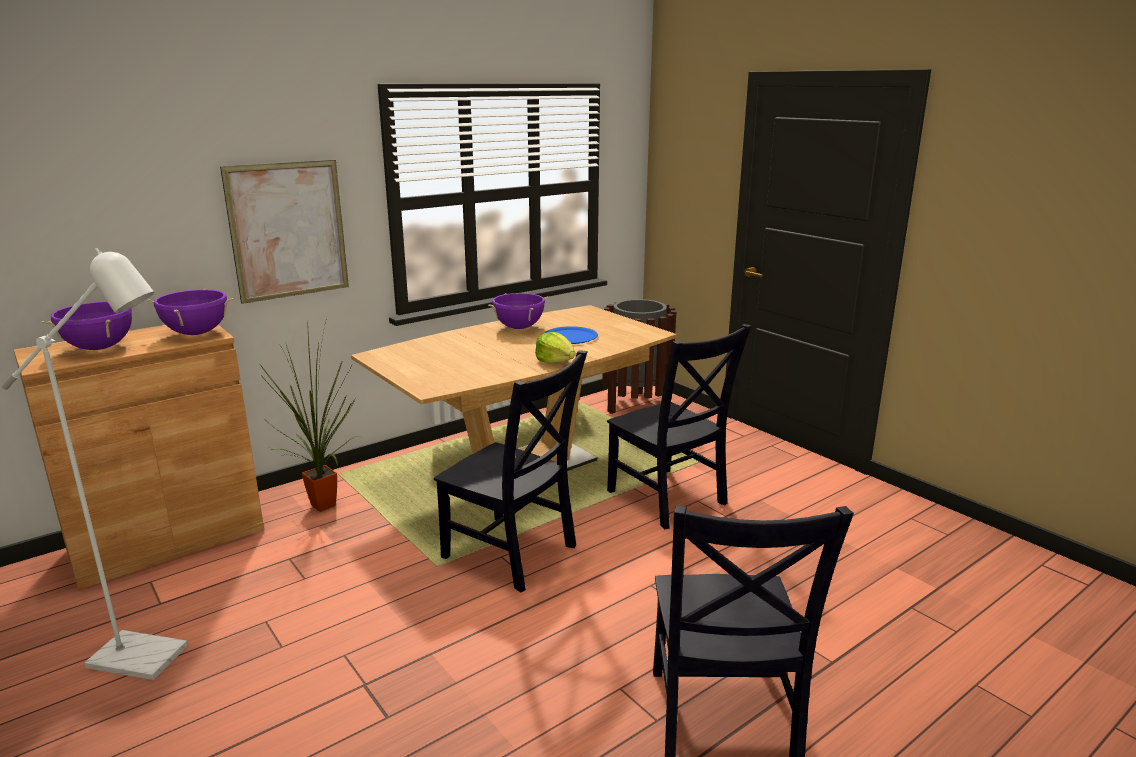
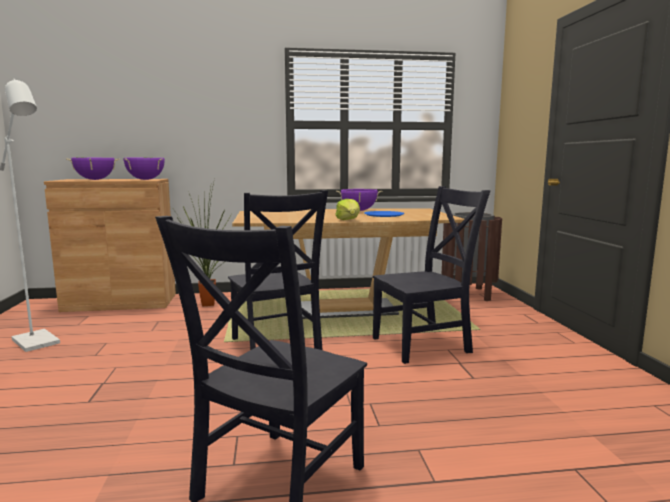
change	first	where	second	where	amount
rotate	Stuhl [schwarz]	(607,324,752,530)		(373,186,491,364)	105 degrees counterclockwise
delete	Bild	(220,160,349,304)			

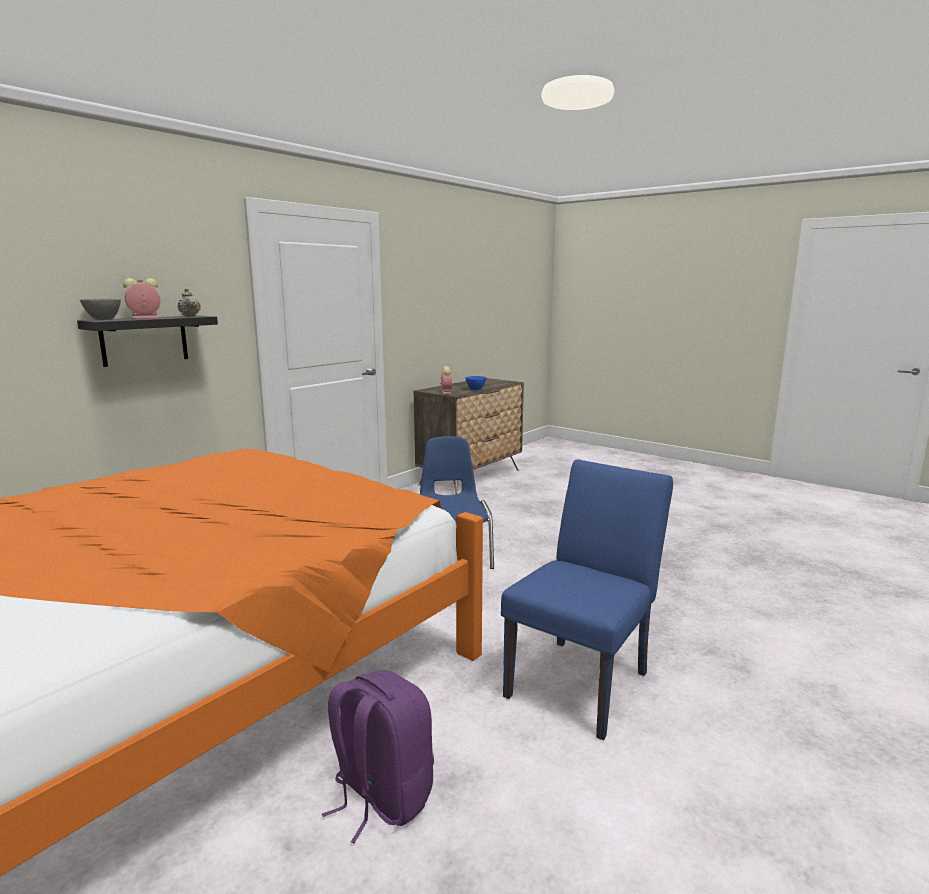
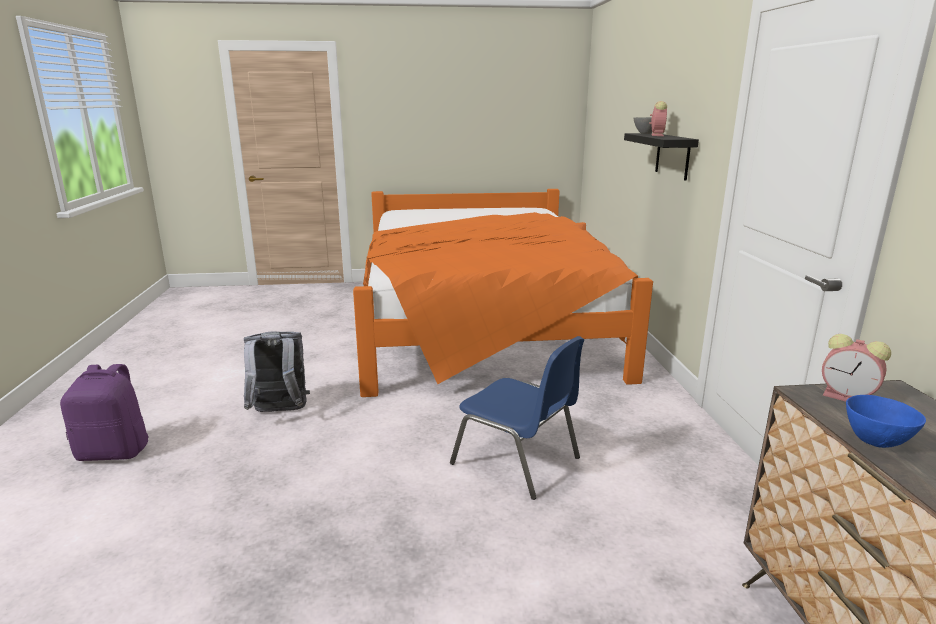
change	first	where	second	where	amount
move	Rucksack [lila]	(322,670,434,843)		(60,364,149,461)	
replace	Stuhl [blau]	(501,459,673,740)	Rucksack [grau]	(244,331,310,412)	
delete	Teekanne [beige]	(177,288,201,316)			

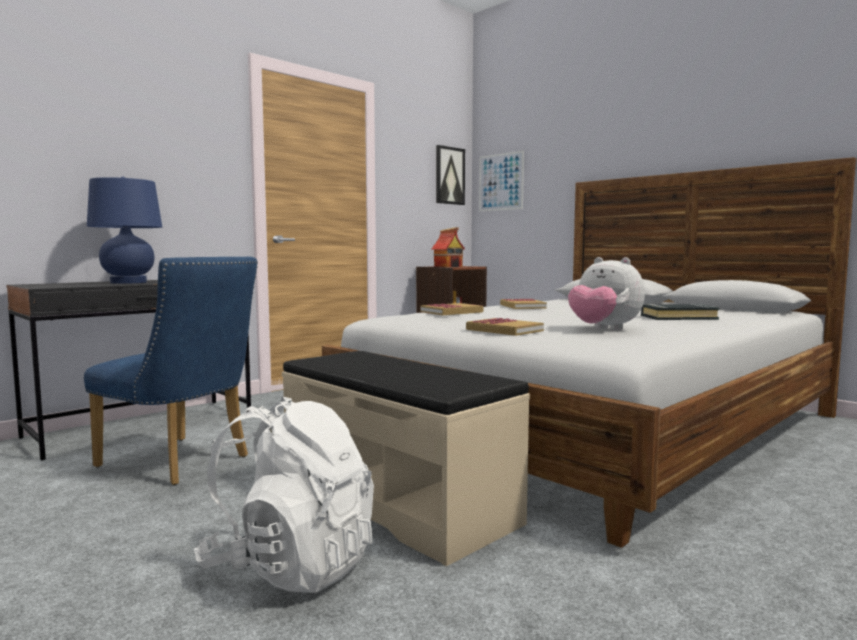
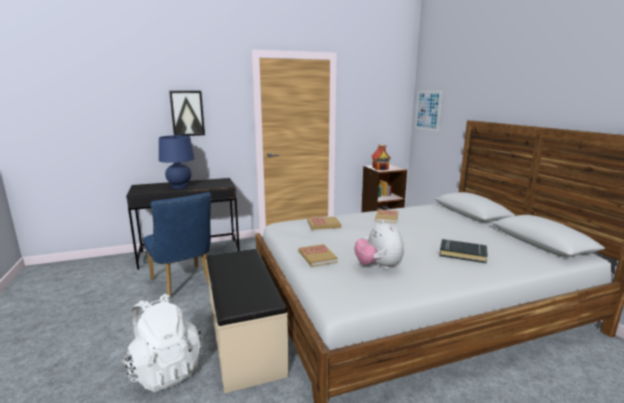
change	first	where	second	where	amount
move	Bild	(436,145,465,205)		(169,91,205,136)	

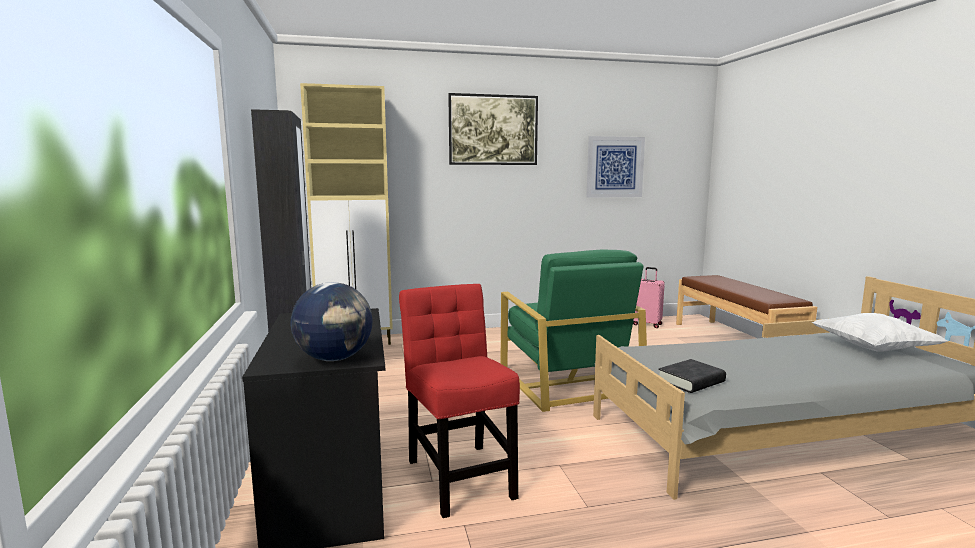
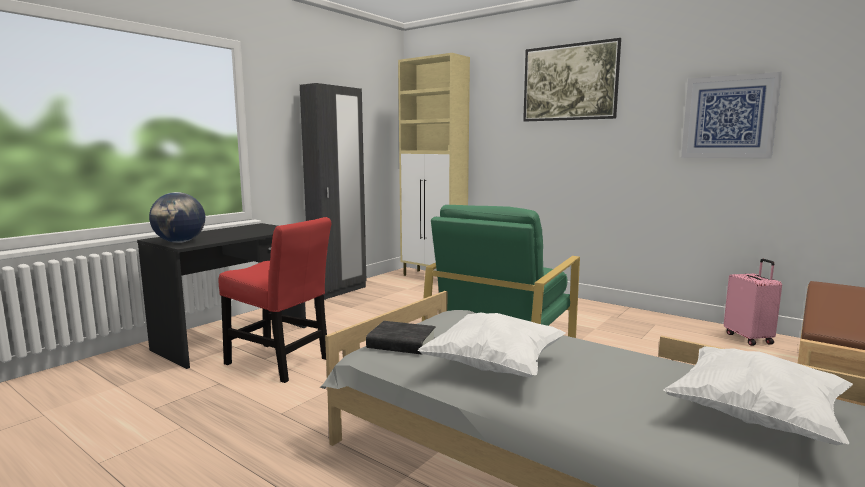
change	first	where	second	where	amount
rotate	Stuhl [rot]	(399,284,520,518)		(219,217,331,383)	90 degrees clockwise
insert			Kissen [weiß]	(418,312,566,378)	

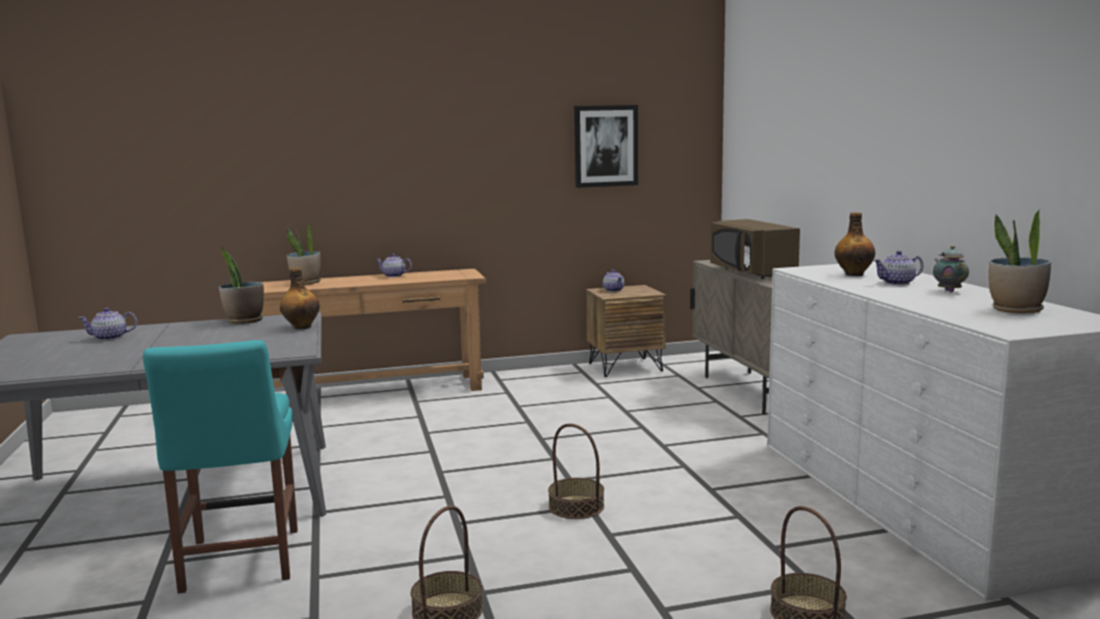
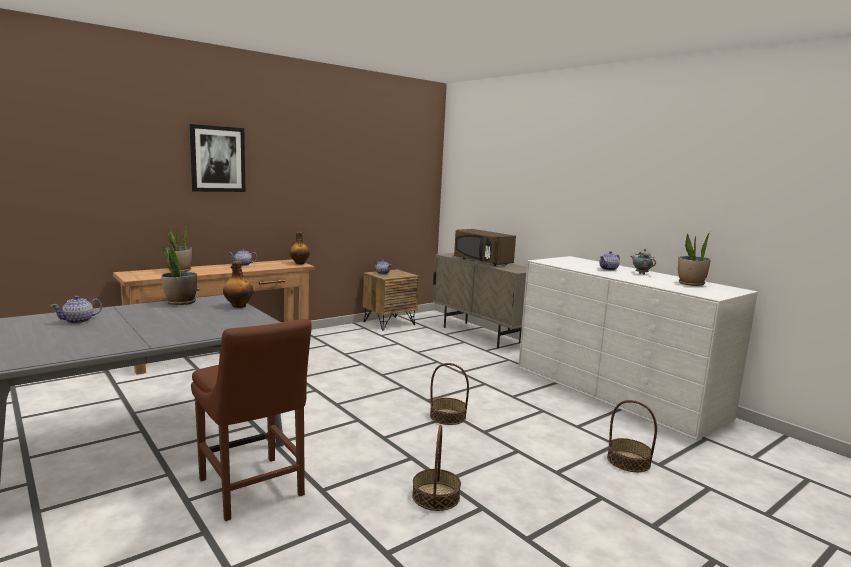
change	first	where	second	where	amount
move	Bild	(574,105,638,188)		(190,124,246,192)	
recolor	Stuhl [türkis]	(143,340,298,594)	Stuhl [braun]	(191,319,312,521)	
move	Flasche	(835,212,875,276)		(290,232,310,265)	

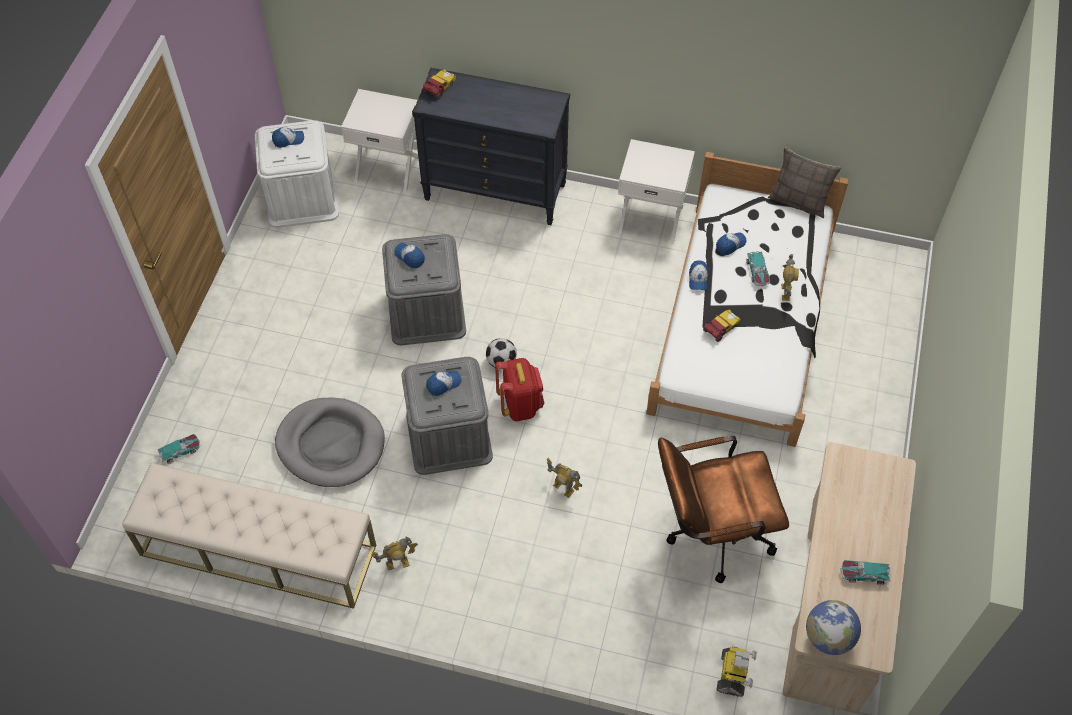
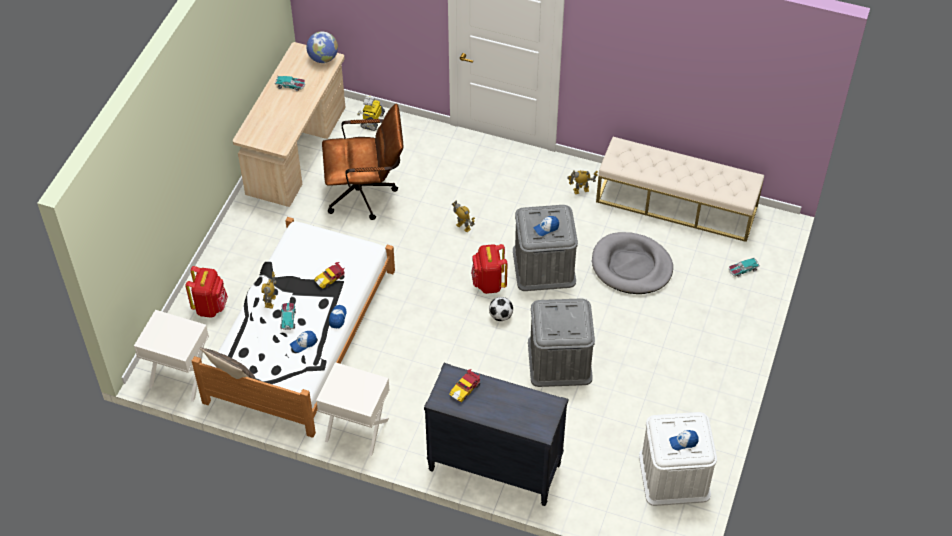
change	first	where	second	where	amount
move	Nachttisch [weiß]	(341,89,419,193)		(134,310,210,402)	
insert			Rucksack [rot]	(186,266,228,318)	
move	Spielzeugauto	(423,69,456,99)		(449,369,480,402)	
delete	Kappe	(394,243,425,268)			

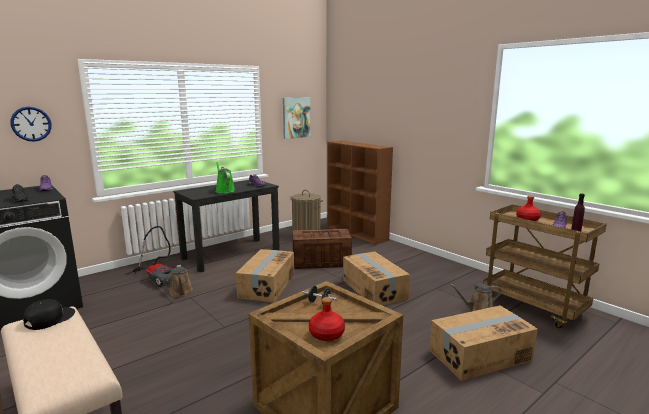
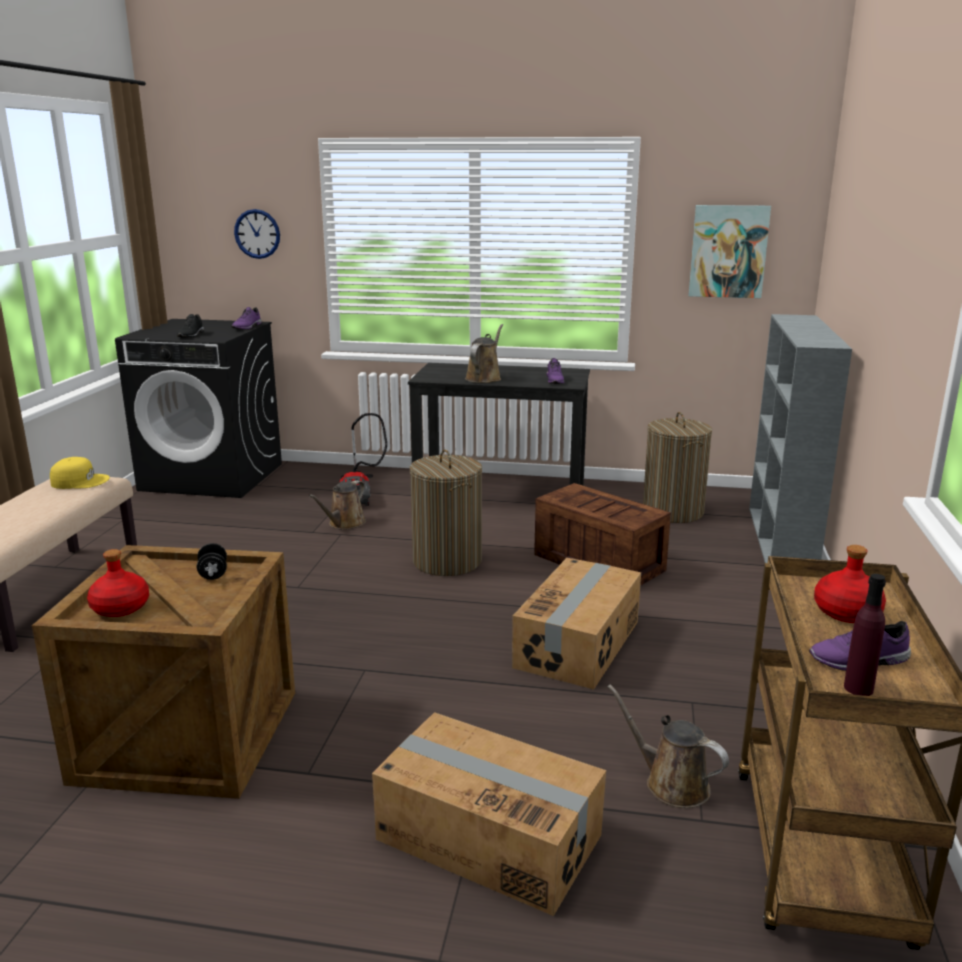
change	first	where	second	where	amount
recolor	Kappe [schwarz]	(23,299,75,330)	Kappe [gelb]	(50,457,110,489)	
replace	Karton	(236,249,294,302)	Wäschekorb	(410,450,482,576)	
recolor	Gießkanne [grün]	(215,162,235,193)	Gießkanne [braun]	(465,324,503,383)	
recolor	Bücherregal [braun]	(327,141,393,245)	Bücherregal [grau]	(749,314,852,563)	

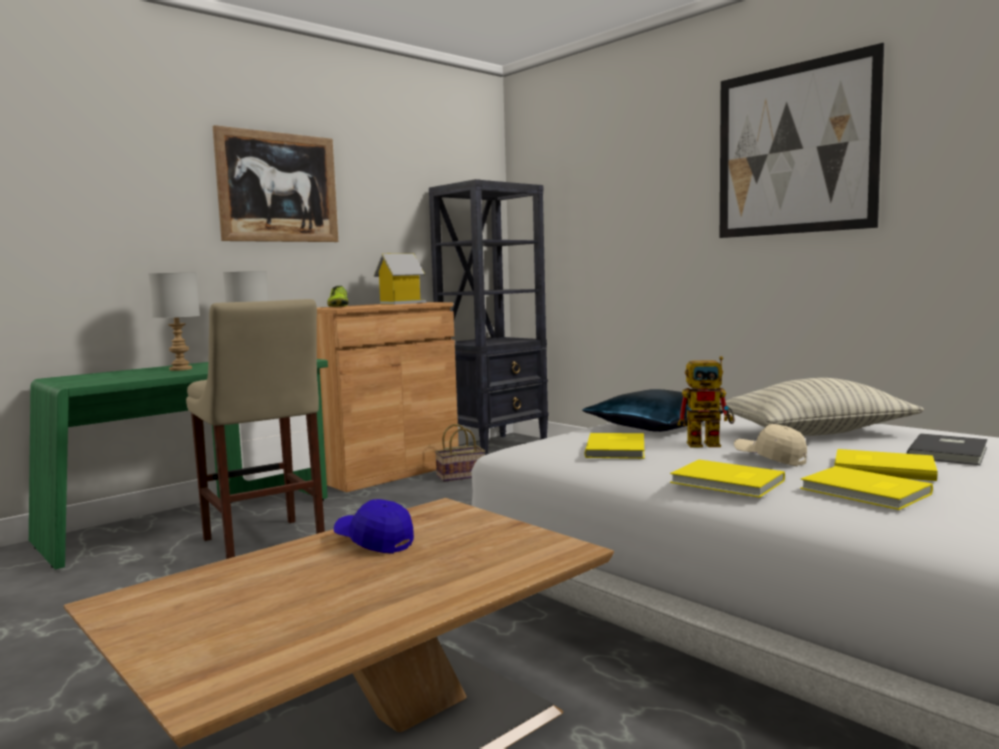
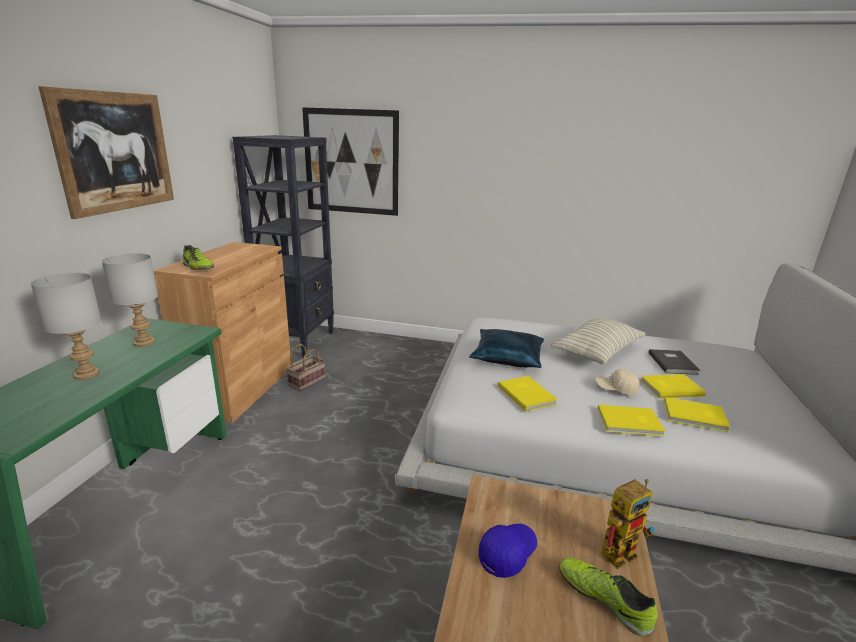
change	first	where	second	where	amount
move	Bild	(720,43,884,238)		(302,107,399,216)	
rotate	Kappe [blau]	(334,499,414,554)		(479,524,537,578)	135 degrees clockwise
insert			Schuh	(559,558,658,636)	
move	Spielzeugroboter	(677,356,735,447)		(601,479,655,569)	
delete	Hocker [beige]	(186,299,325,559)			
delete	Spielzeughaus	(374,254,426,304)			

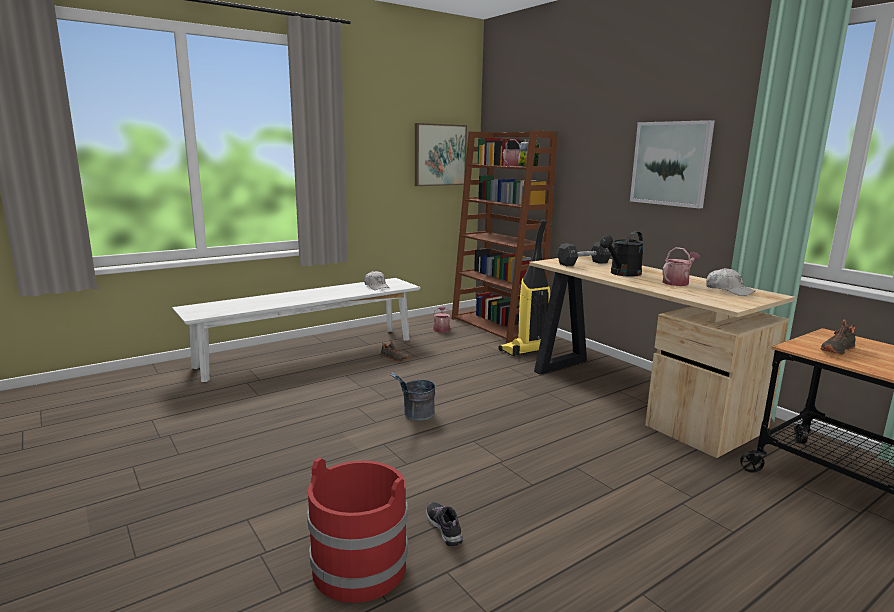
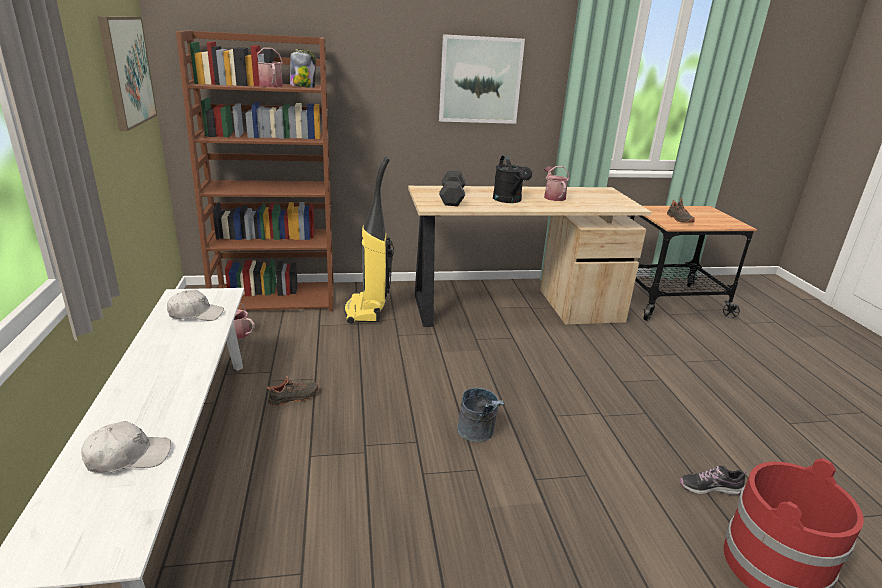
change	first	where	second	where	amount
move	Kappe [weiß]	(706,268,755,296)		(81,421,171,473)	

